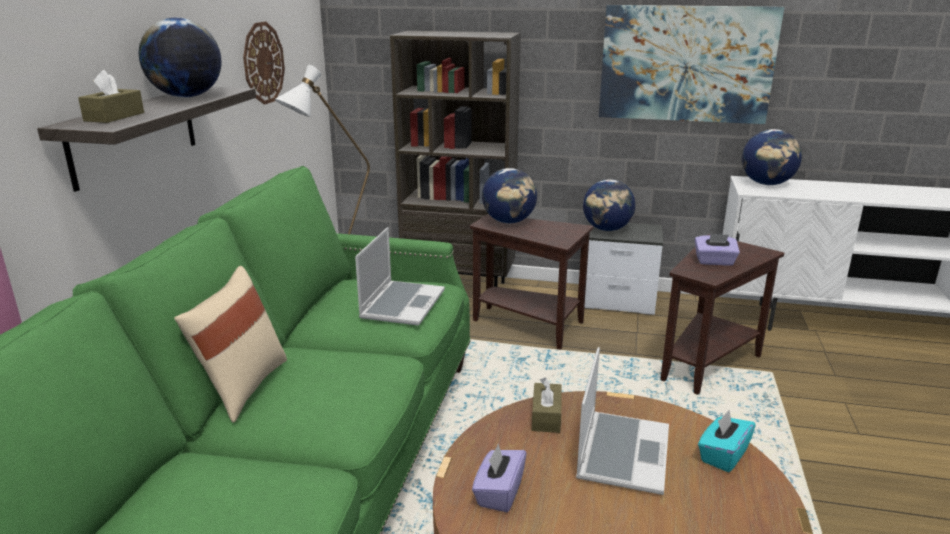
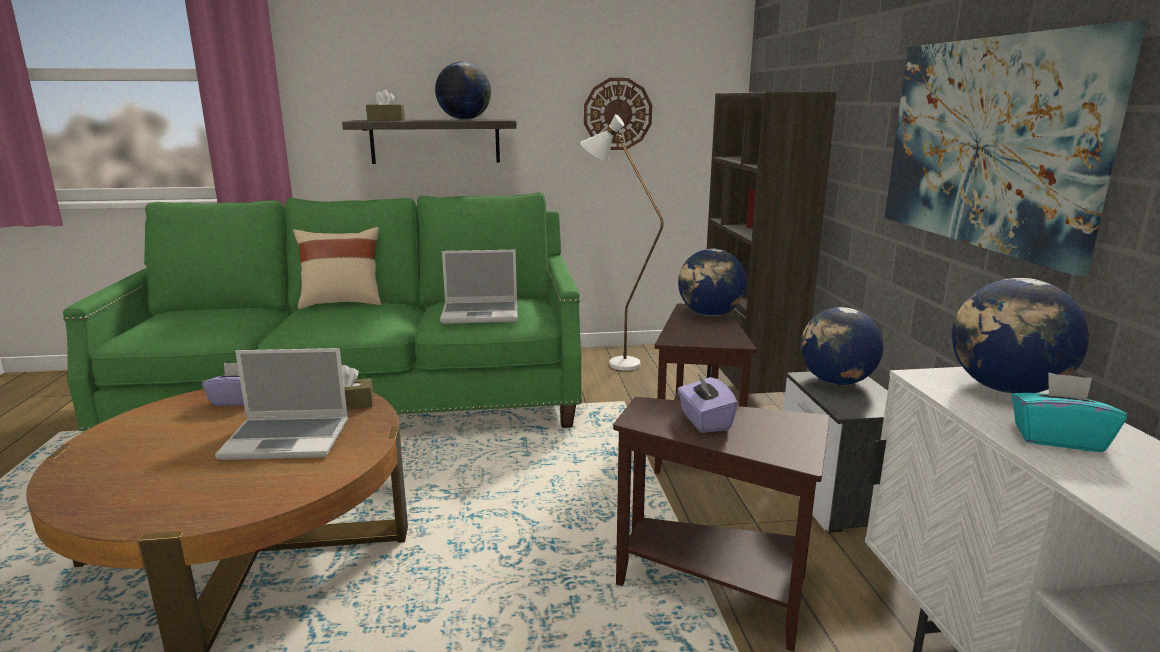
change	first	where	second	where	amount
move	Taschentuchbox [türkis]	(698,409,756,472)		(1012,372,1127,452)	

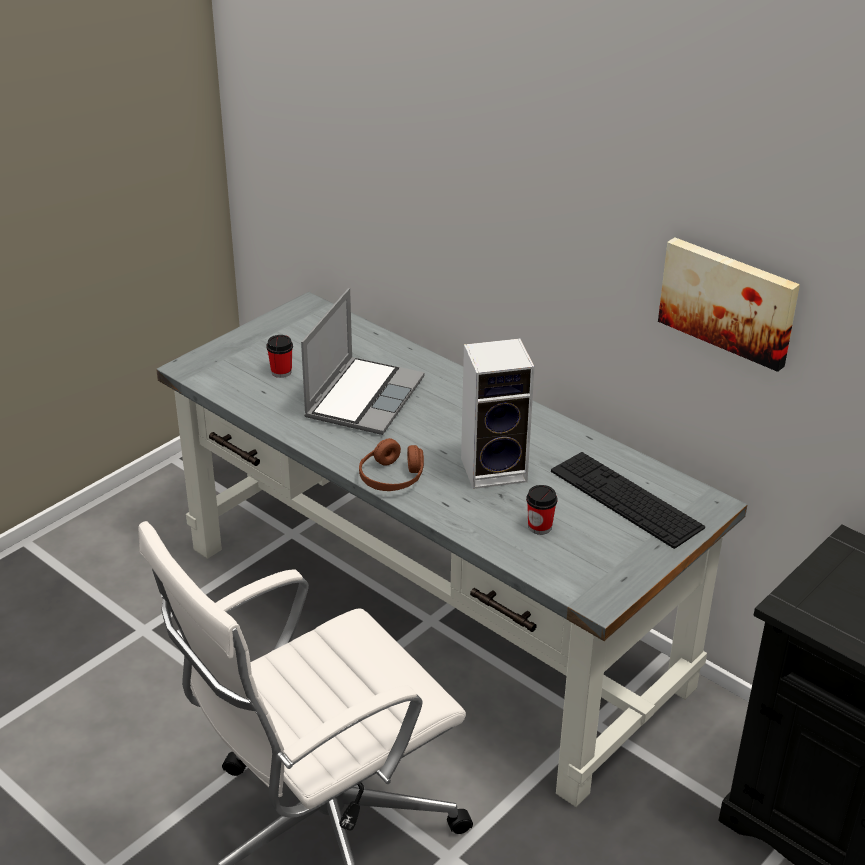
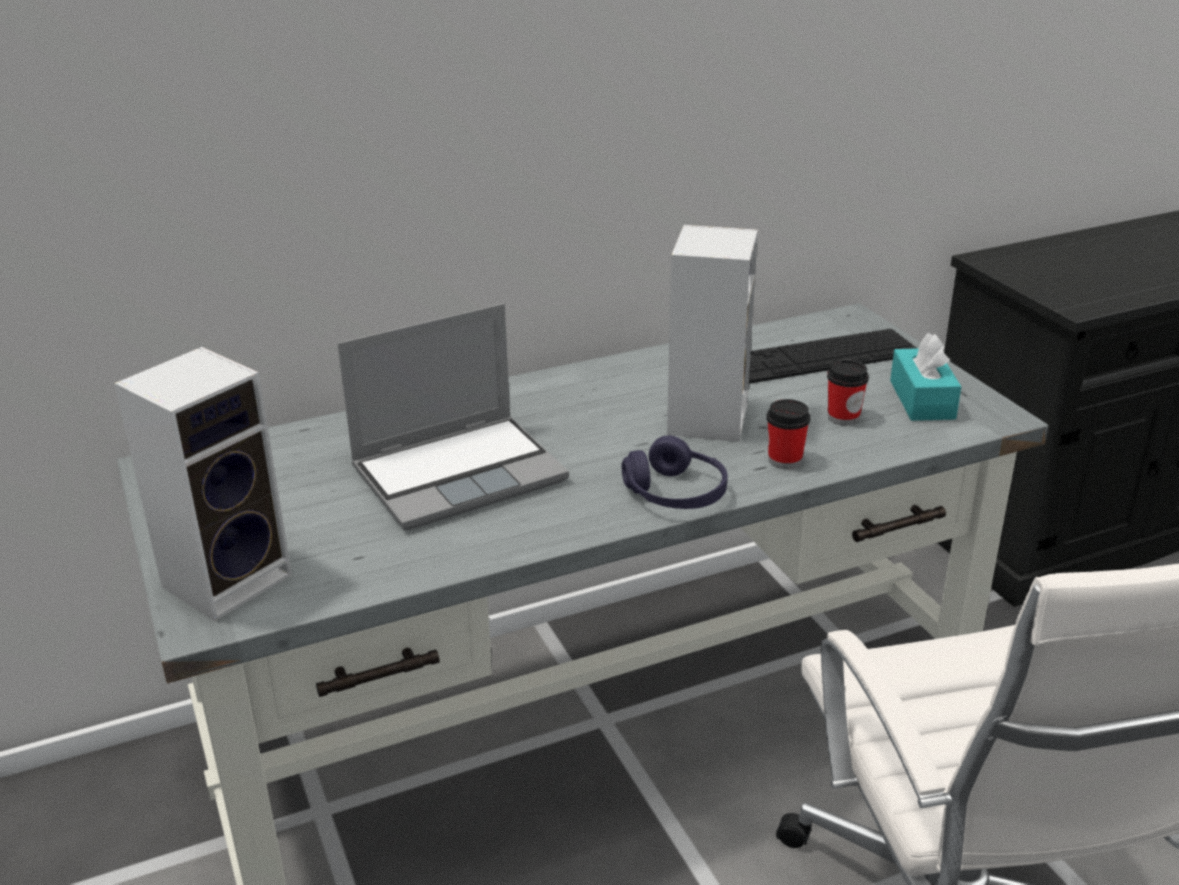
change	first	where	second	where	amount
insert			Lautsprecher	(114,347,292,621)	
rotate	Laptop	(301,288,424,435)		(337,303,569,530)	105 degrees clockwise
recolor	Kopfhörer [braun]	(359,438,424,491)	Kopfhörer [lila]	(622,435,728,509)	
move	Tasse	(266,335,293,378)		(767,399,811,469)	
insert			Taschentuchbox [türkis]	(890,333,961,421)	
delete	Bild	(658,237,800,372)			

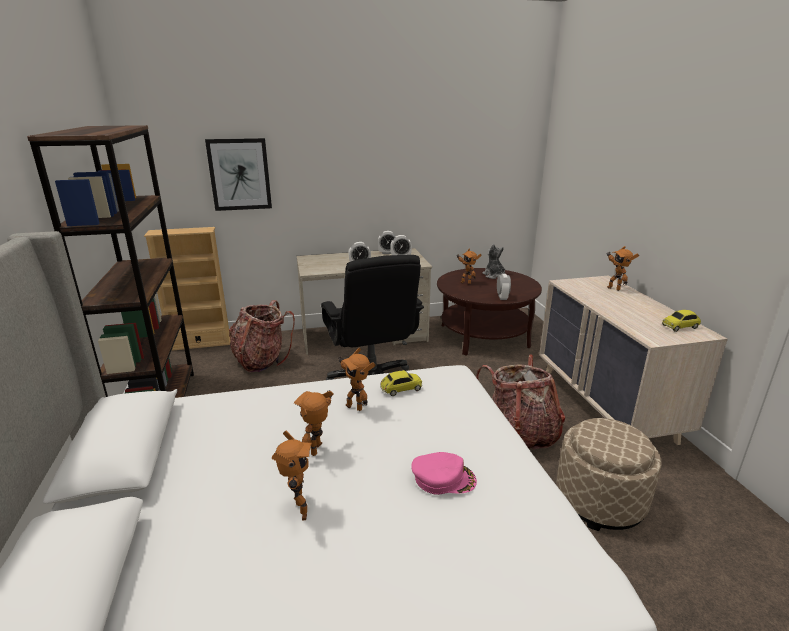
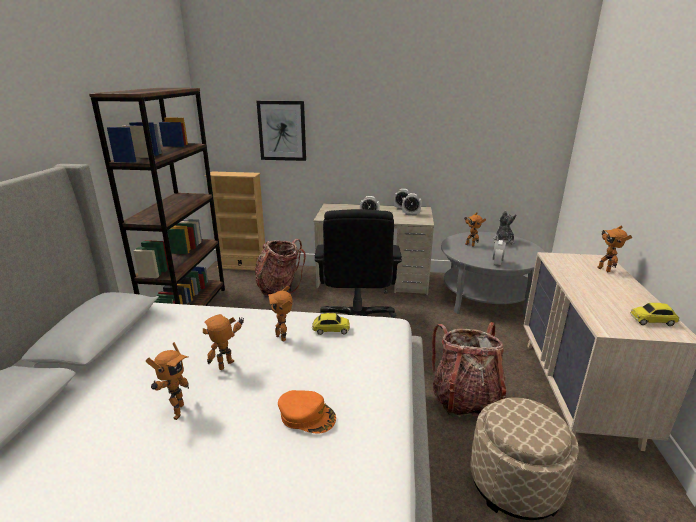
change	first	where	second	where	amount
recolor	Kappe [rosa]	(411,452,477,495)	Kappe [orange]	(278,390,336,434)	
recolor	Couchtisch [braun]	(437,268,542,356)	Couchtisch [grau]	(441,232,546,318)	

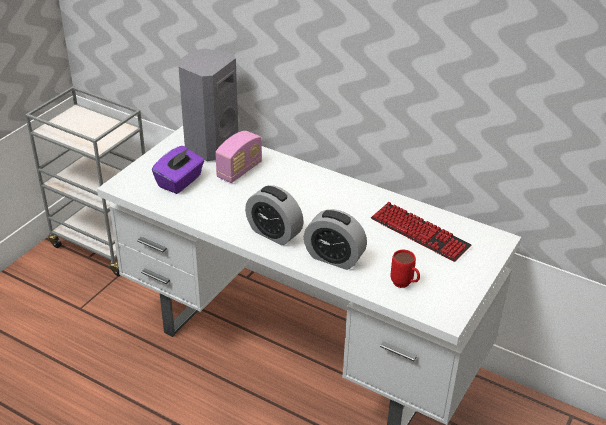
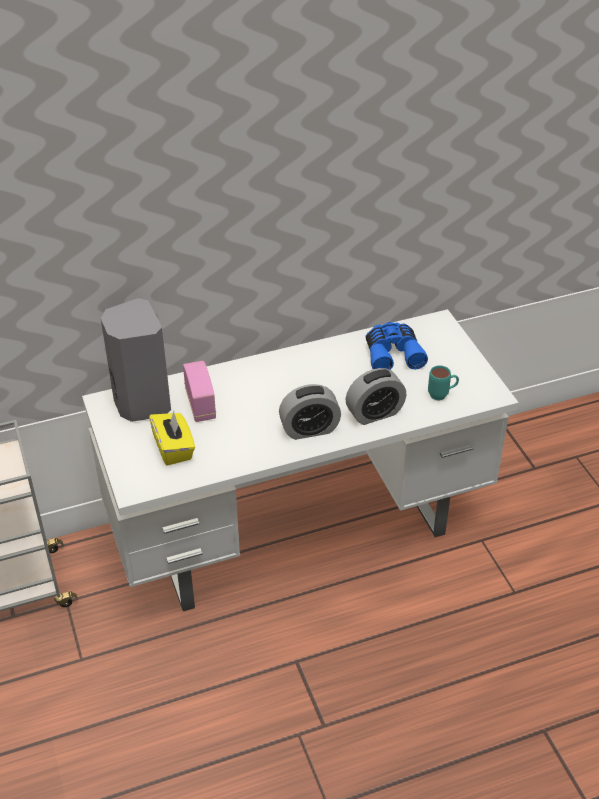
change	first	where	second	where	amount
recolor	Taschentuchbox [lila]	(152,146,204,194)	Taschentuchbox [gelb]	(149,411,195,466)	
replace	Tastatur	(371,202,471,262)	Fernglas [blau]	(366,322,428,370)	
recolor	Henkelbecher [rot]	(390,250,420,288)	Henkelbecher [türkis]	(428,365,459,401)	

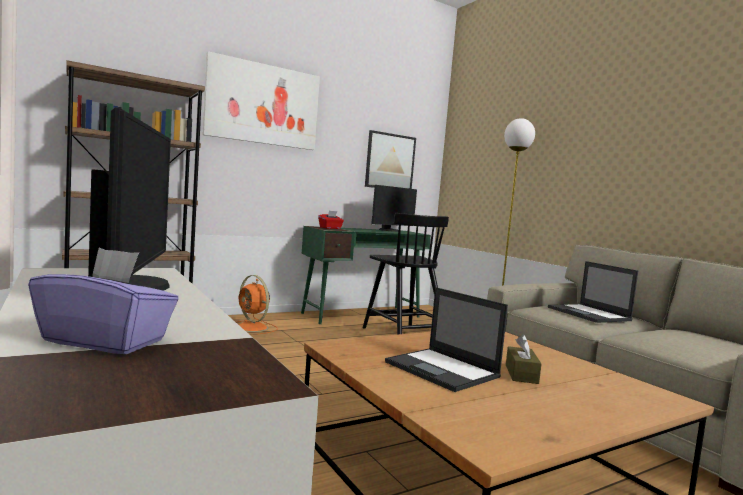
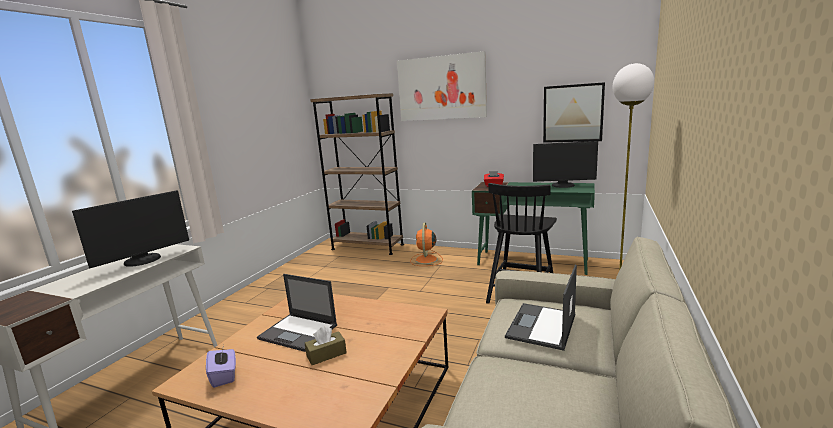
change	first	where	second	where	amount
move	Taschentuchbox [lila]	(28,248,179,354)		(206,345,236,388)	
rotate	Laptop	(385,287,508,392)		(257,274,337,352)	75 degrees counterclockwise

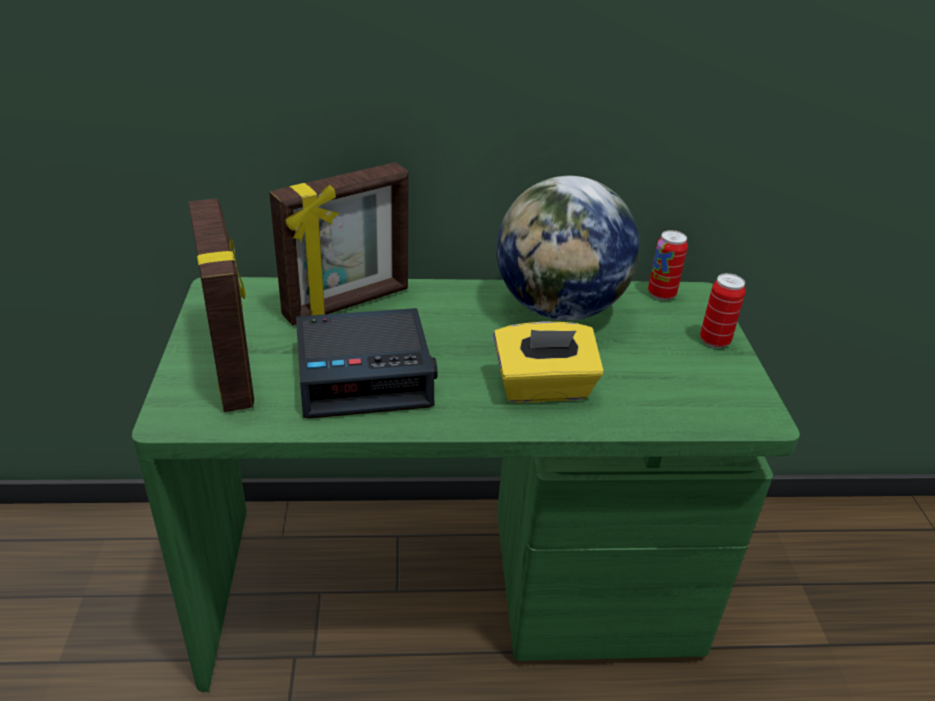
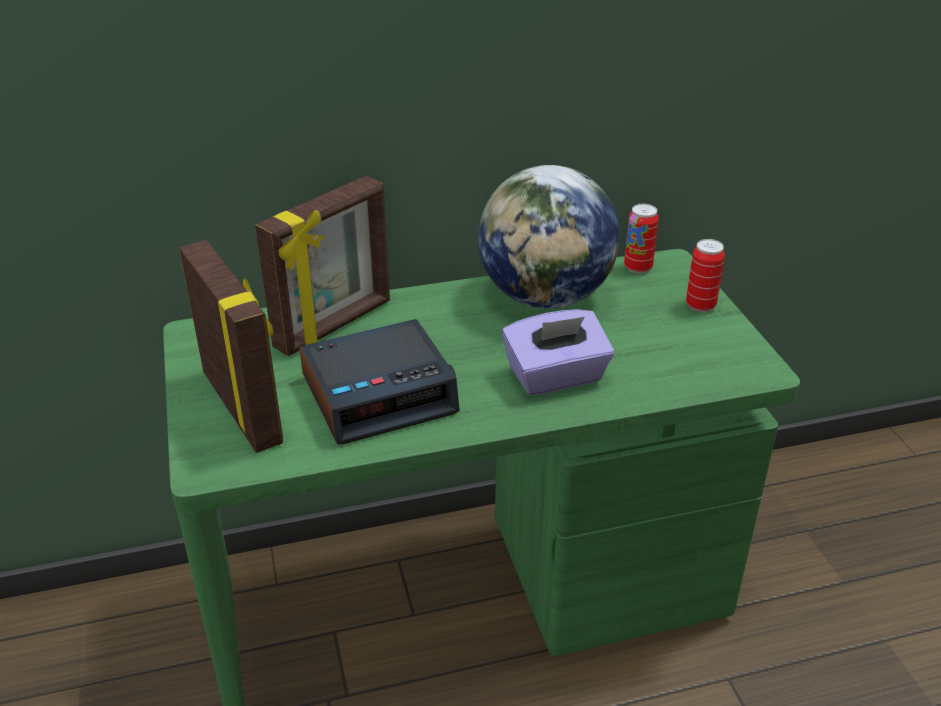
change	first	where	second	where	amount
recolor	Taschentuchbox [gelb]	(493,321,604,403)	Taschentuchbox [lila]	(502,309,614,396)	

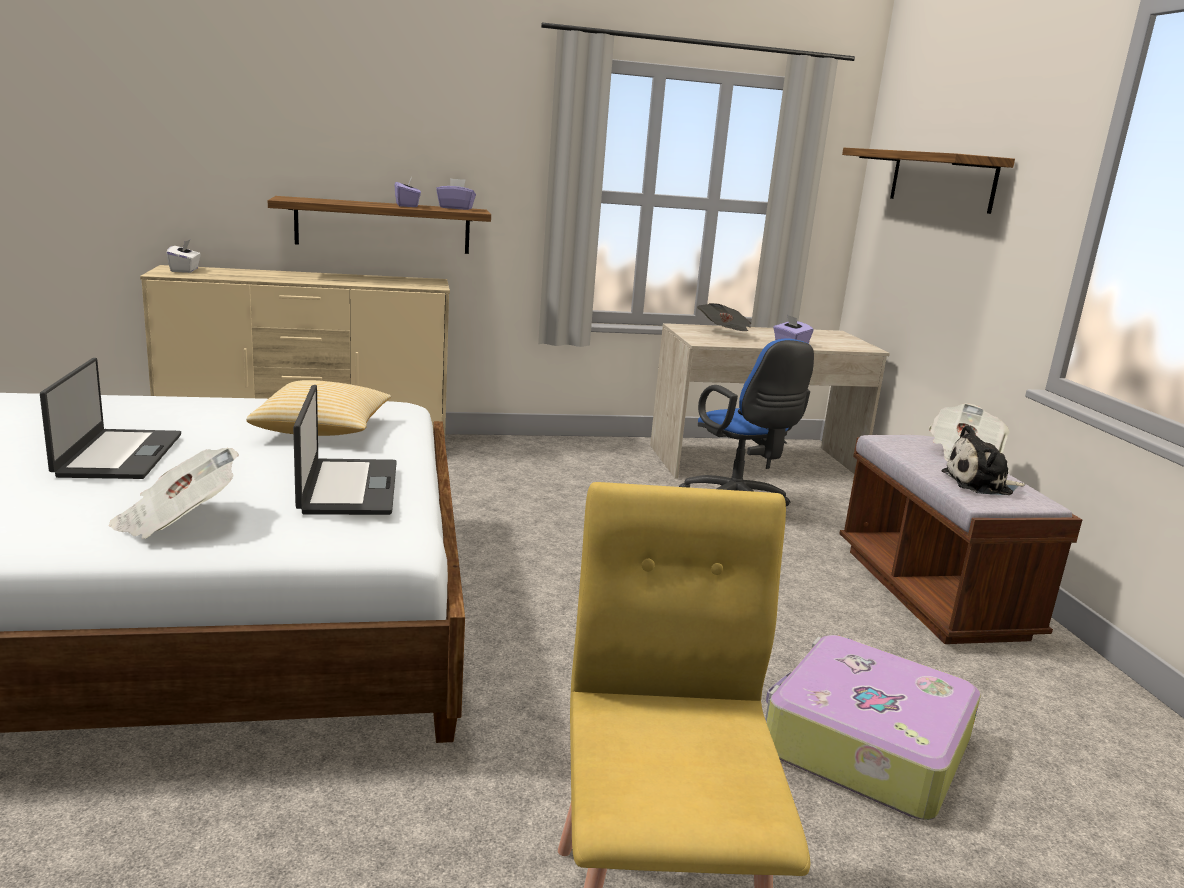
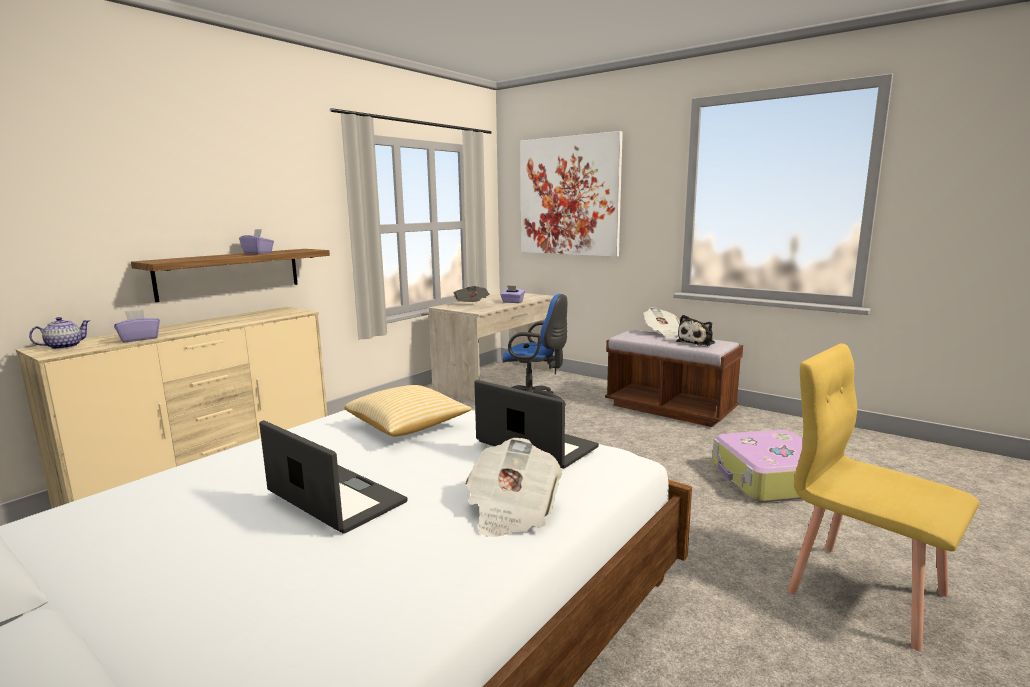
change	first	where	second	where	amount
replace	Taschentuchbox [weiß]	(166,240,201,273)	Teekanne	(29,317,91,349)	
move	Taschentuchbox [lila]	(436,178,476,210)		(114,309,160,342)	
replace	Wandregal	(842,148,1015,214)	Bild	(520,131,623,257)	

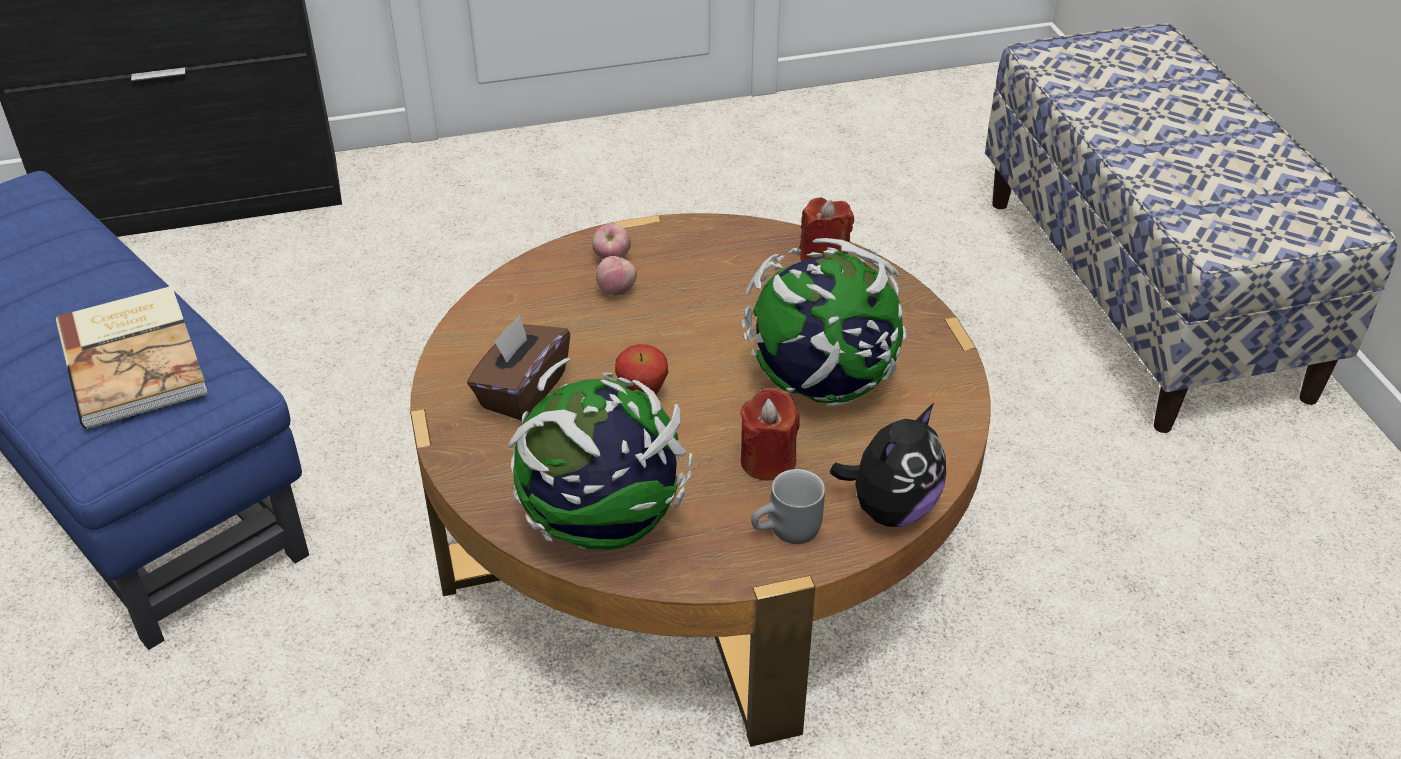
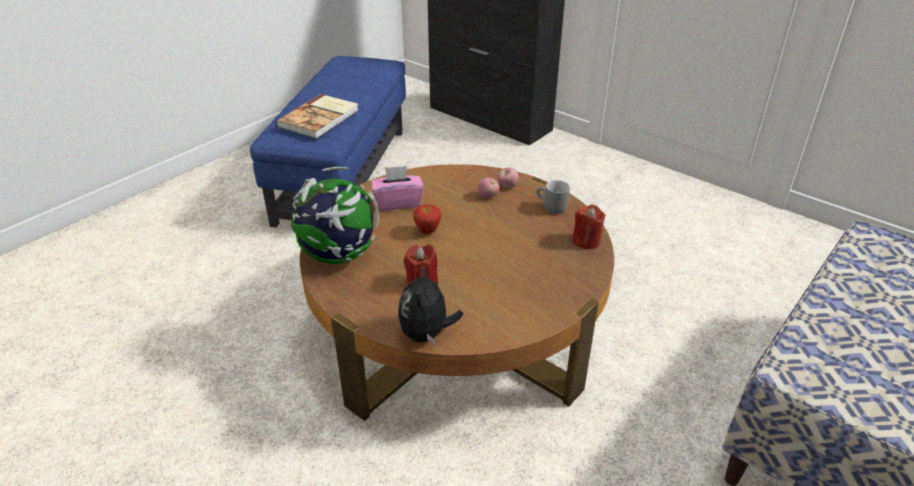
change	first	where	second	where	amount
recolor	Taschentuchbox [braun]	(467,315,570,421)	Taschentuchbox [rosa]	(371,166,424,210)	
rotate	Plüschtier	(830,403,946,527)		(398,264,463,345)	90 degrees clockwise
move	Henkelbecher [grau]	(751,469,825,544)		(536,180,570,214)	
delete	Globus	(741,238,906,407)			

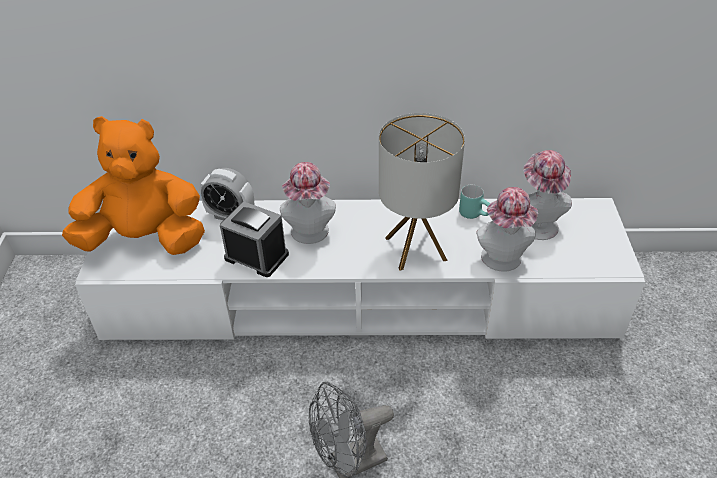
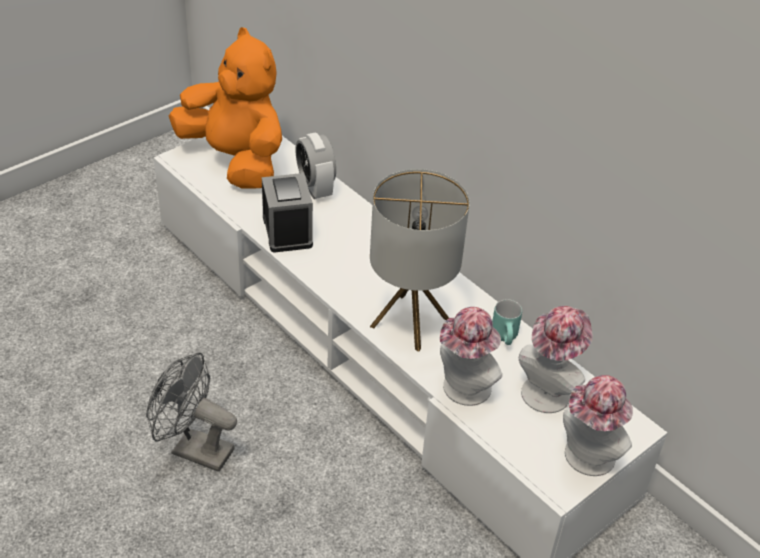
change	first	where	second	where	amount
move	Hut	(280,162,336,244)		(563,375,633,476)	

